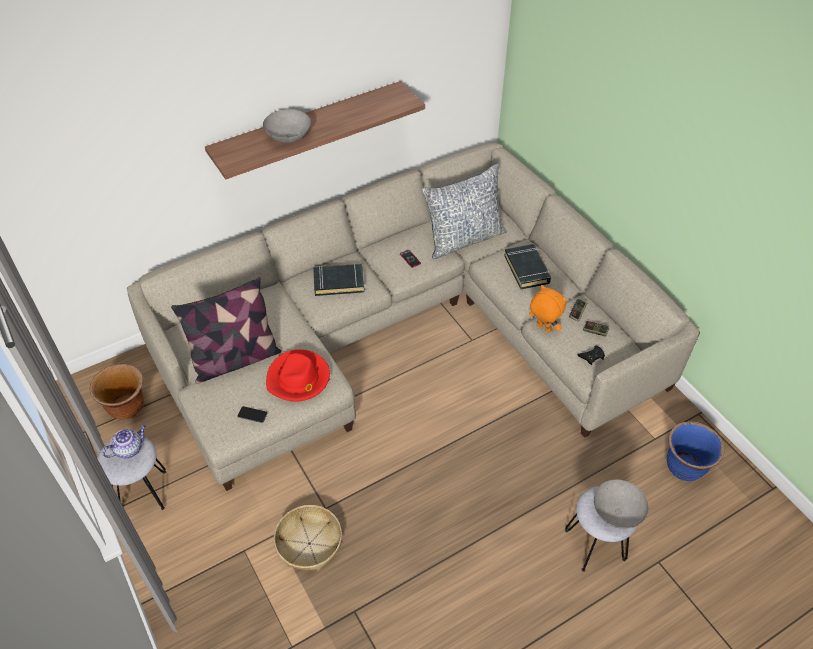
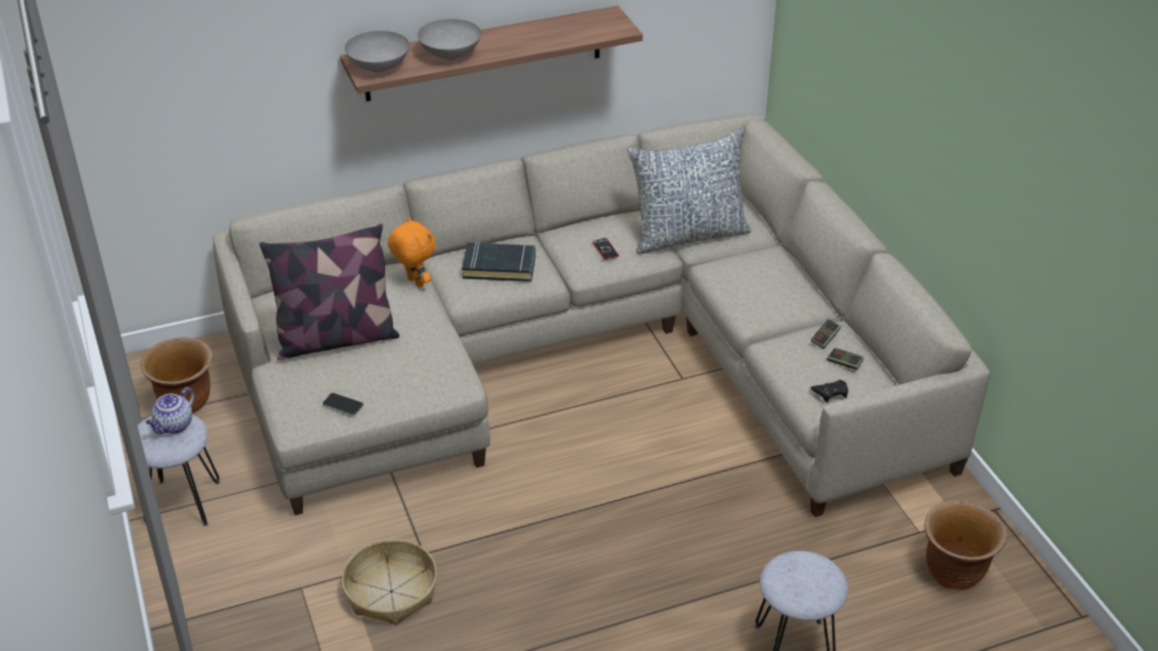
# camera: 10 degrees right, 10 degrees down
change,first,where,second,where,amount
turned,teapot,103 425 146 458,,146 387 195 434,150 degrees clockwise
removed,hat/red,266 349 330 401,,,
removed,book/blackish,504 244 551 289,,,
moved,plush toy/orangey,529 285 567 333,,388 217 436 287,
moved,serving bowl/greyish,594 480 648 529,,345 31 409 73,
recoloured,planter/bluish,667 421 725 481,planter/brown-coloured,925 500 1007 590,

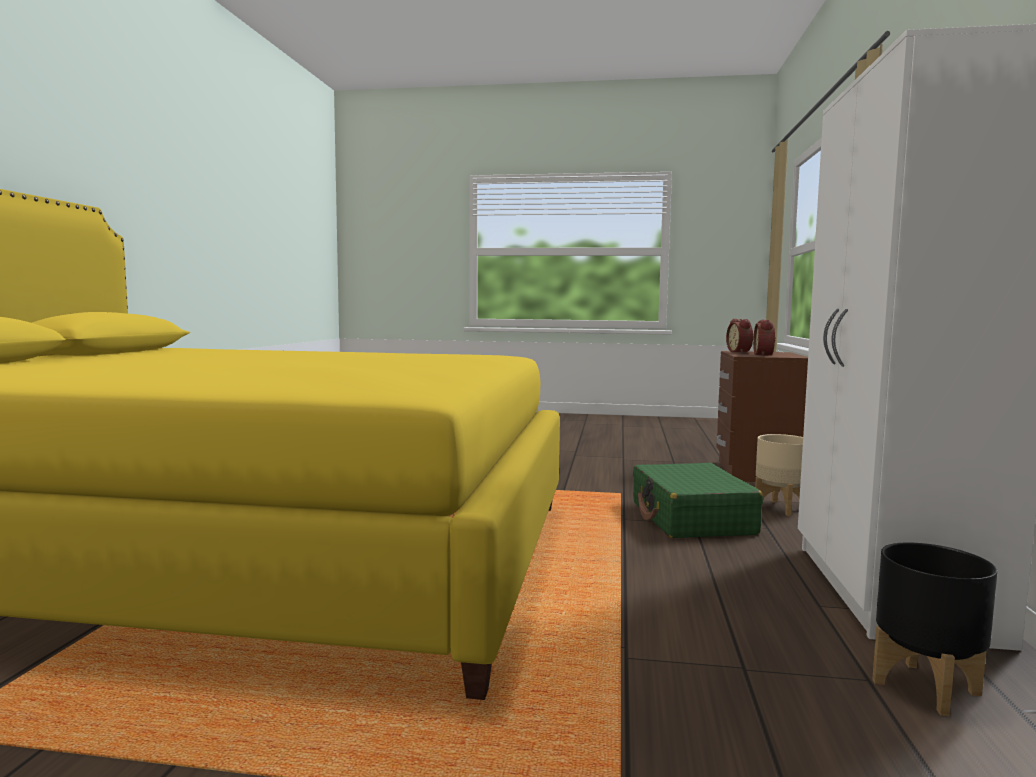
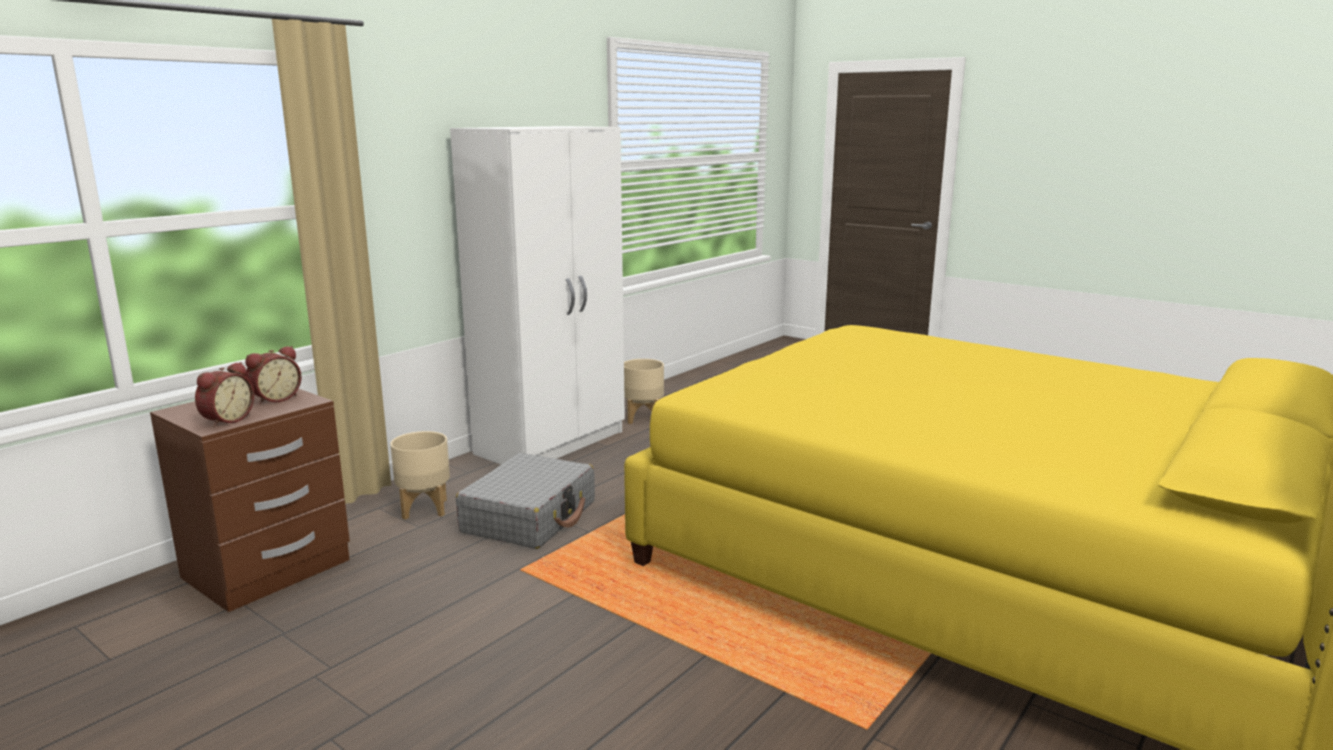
# camera: 150 degrees left, 10 degrees up
change,first,where,second,where,amount
recoloured,travel case/green,633 463 763 538,travel case/greyish,456 453 595 549,
recoloured,planter/blackish,872 542 998 716,planter/sand-coloured,624 359 664 424,

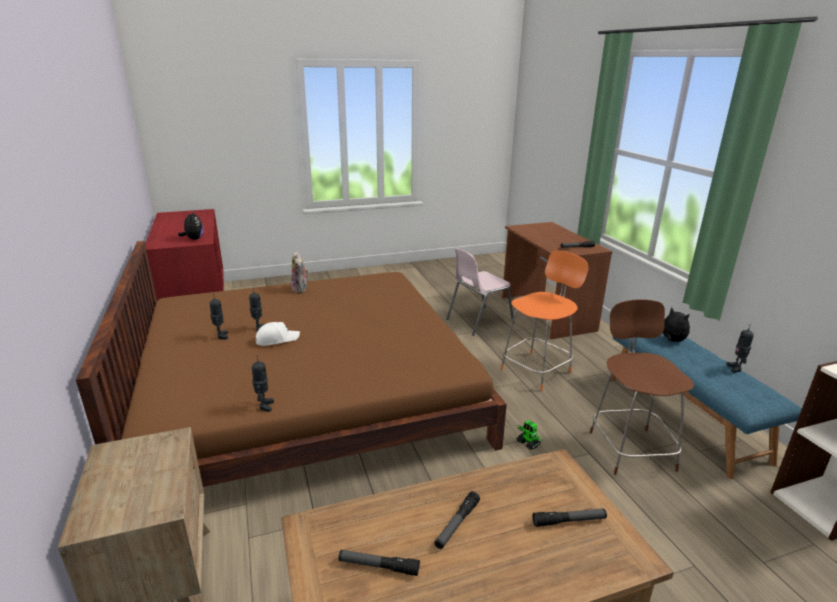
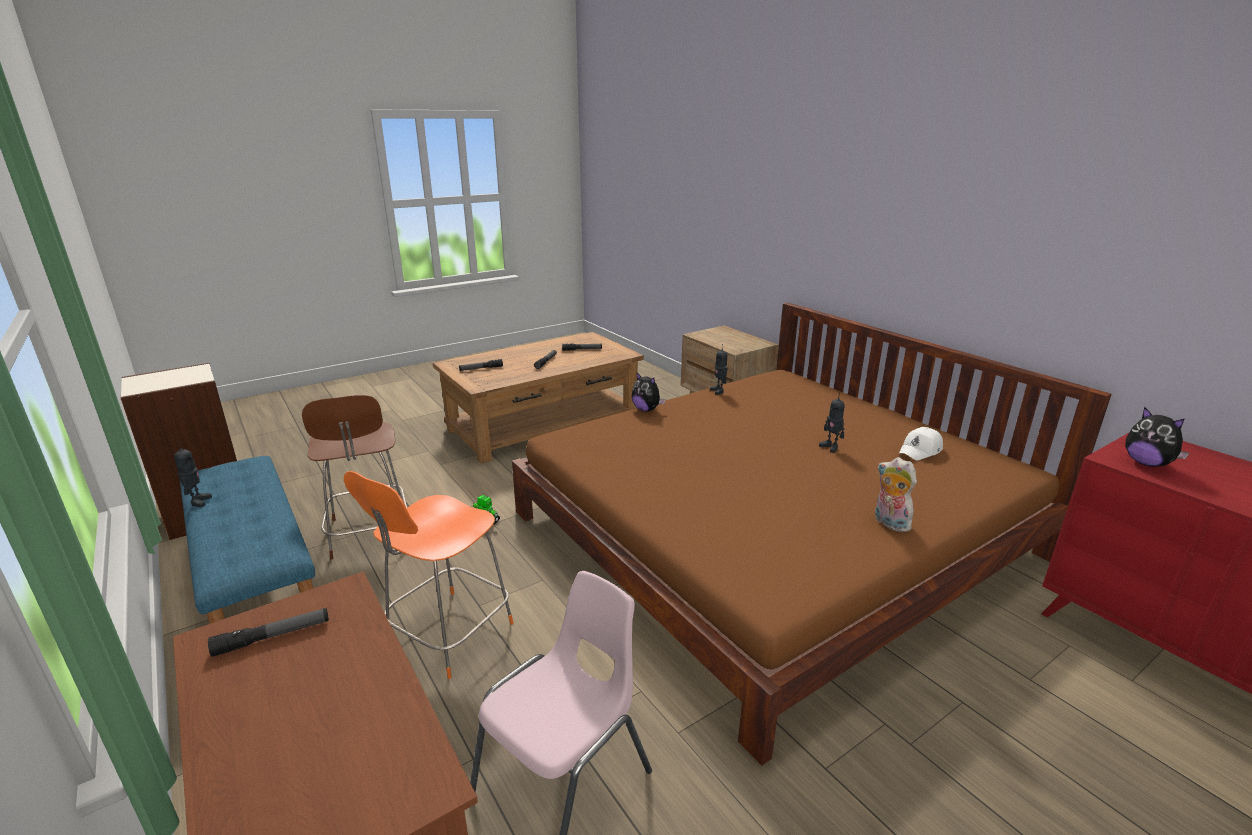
# camera: 165 degrees right, 0 degrees up
change,first,where,second,where,amount
removed,robot figure,210 298 228 339,,,
moved,cap/white-coloured,256 322 300 346,,899 427 943 461,
moved,plush toy,663 307 690 342,,632 373 665 412,

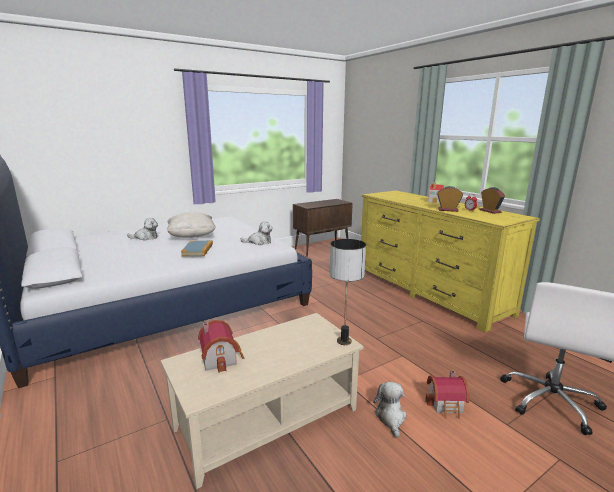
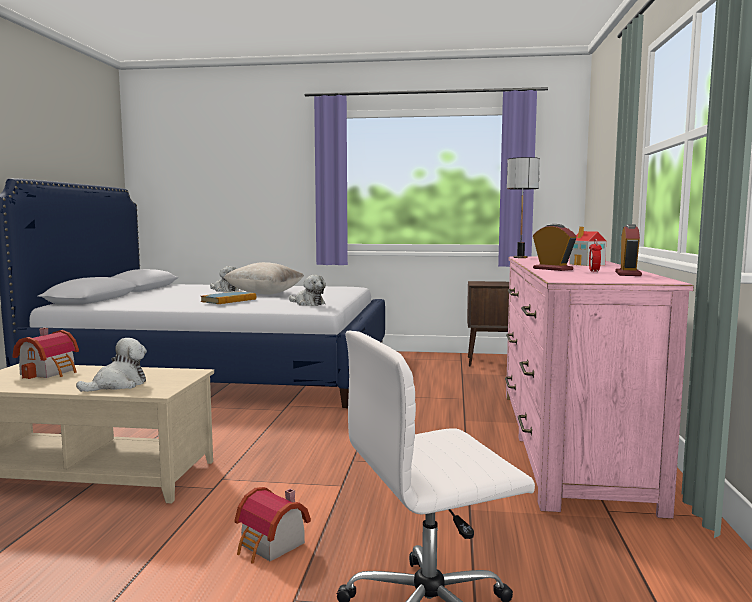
# camera: 40 degrees right, 10 degrees down
change,first,where,second,where,amount
moved,tabletop lamp,330 239 366 345,,507 157 540 258,
recoloured,dresser/yellowish,361 191 540 332,dresser/pink,505 256 694 519,
moved,plush toy,373 382 407 438,,76 338 147 392,

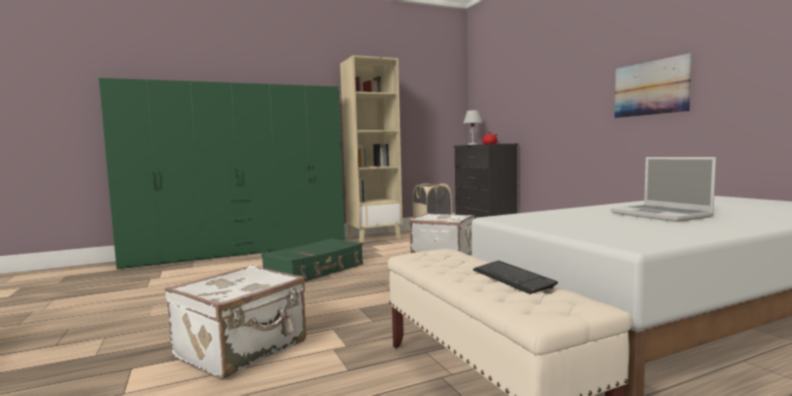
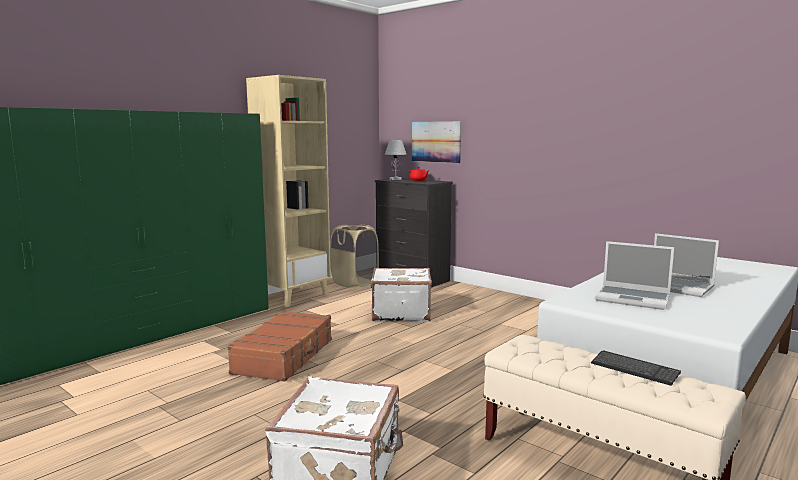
# camera: 25 degrees left, 5 degrees up
change,first,where,second,where,amount
recoloured,travel case/green,262 238 363 281,travel case/brown-coloured,227 311 332 382,
moved,wall art,615 53 692 118,,412 121 461 163,
added,,,portable computer,595 241 674 310,

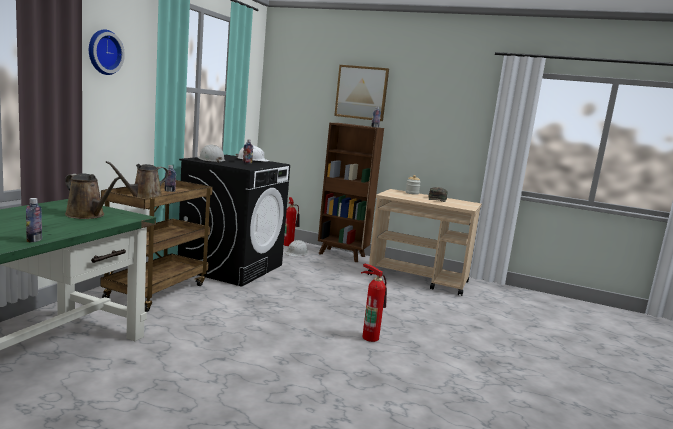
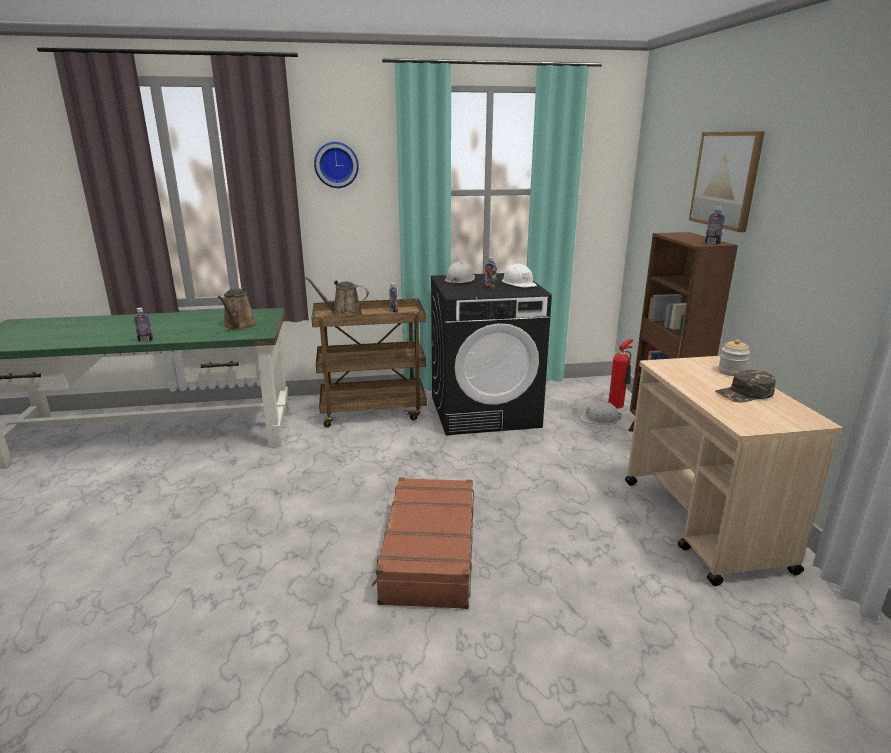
# camera: 60 degrees right, 10 degrees up
change,first,where,second,where,amount
replaced,extinguisher,361 264 387 342,travel case/brown-coloured,372 477 474 609,

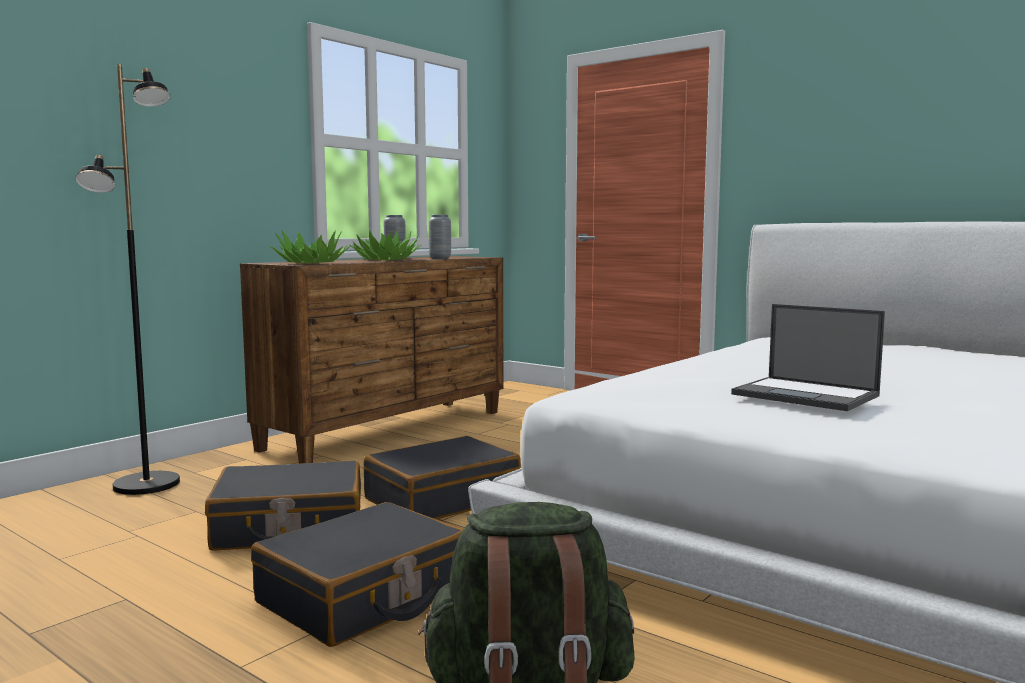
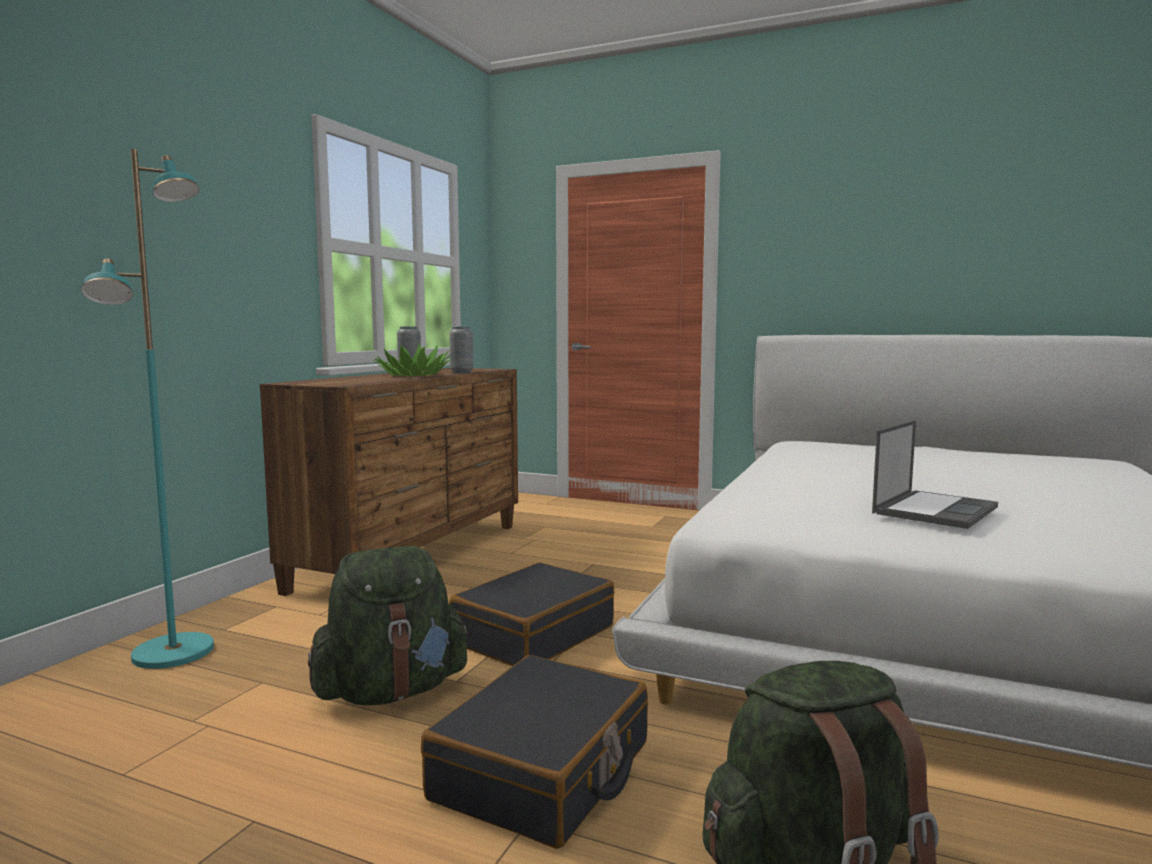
# camera: 15 degrees left, 0 degrees up
change,first,where,second,where,amount
recoloured,floor lamp/blackish,75 64 180 495,floor lamp/blue-green,81 149 214 669,
replaced,travel case/blackish,205 461 361 551,rucksack/green,308 546 469 705,
removed,potted plant,270 230 350 263,,,
turned,portable computer,731 304 885 411,,872 420 998 529,75 degrees counterclockwise

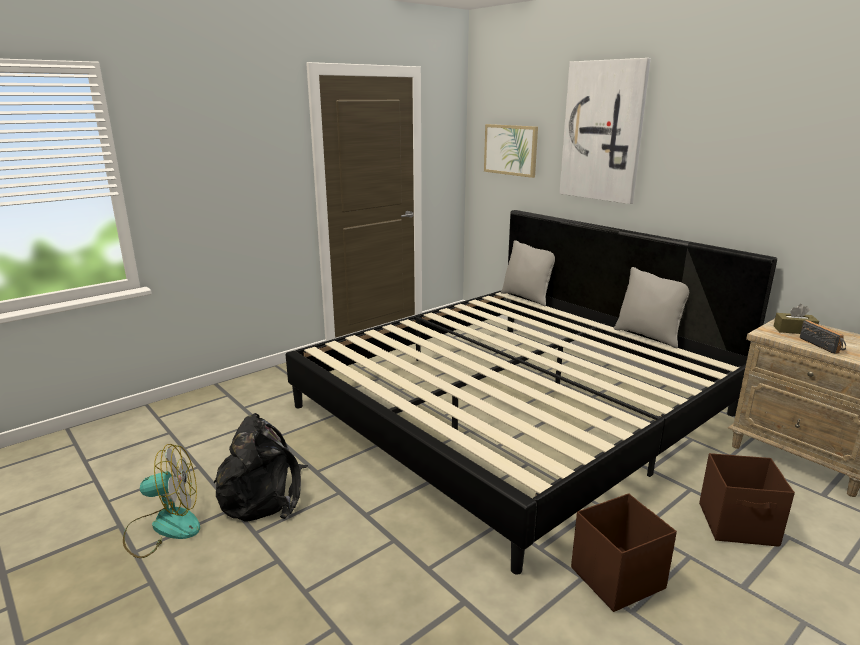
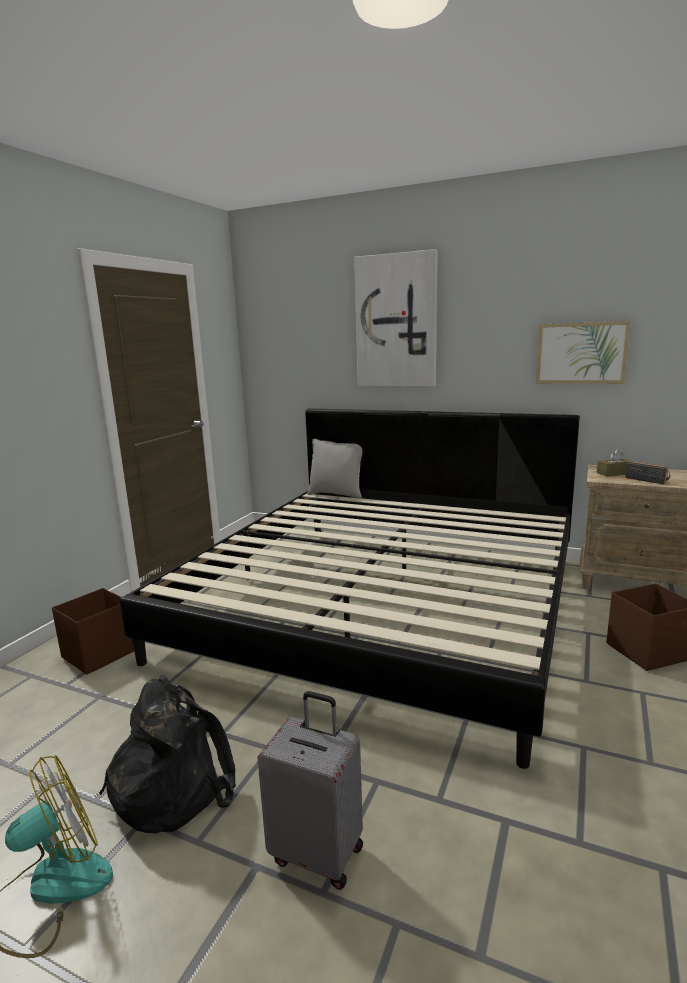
# camera: 25 degrees left, 5 degrees down
change,first,where,second,where,amount
moved,wall art,484 124 538 178,,536 321 631 384,
moved,storage container/brown-coloured,571 493 677 612,,52 588 134 675,
removed,throw pillow/greyish,614 267 689 348,,,
added,,,travel case/greyish,258 691 363 890,

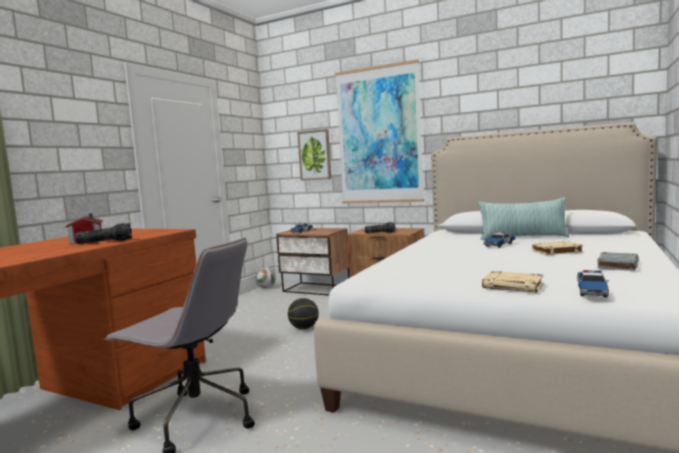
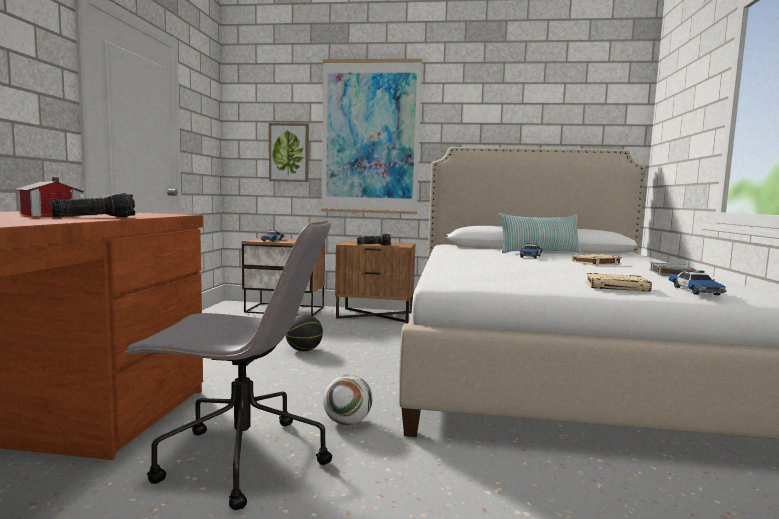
# camera: 20 degrees left, 0 degrees up
change,first,where,second,where,amount
moved,football,255 268 276 288,,323 374 372 425,

